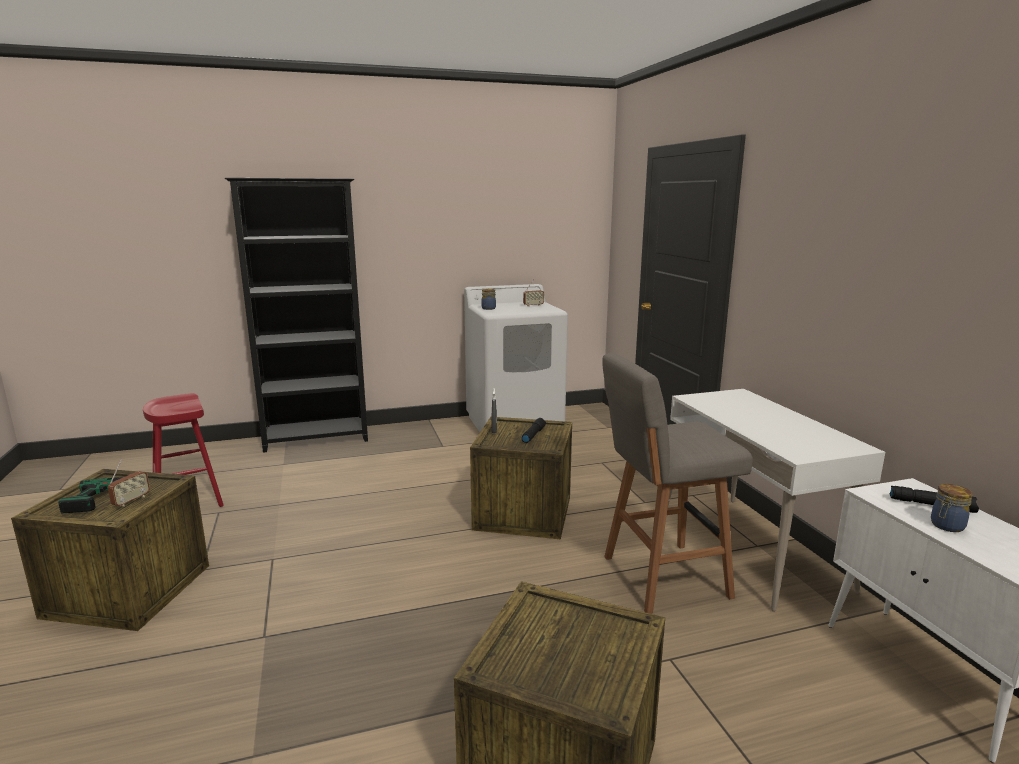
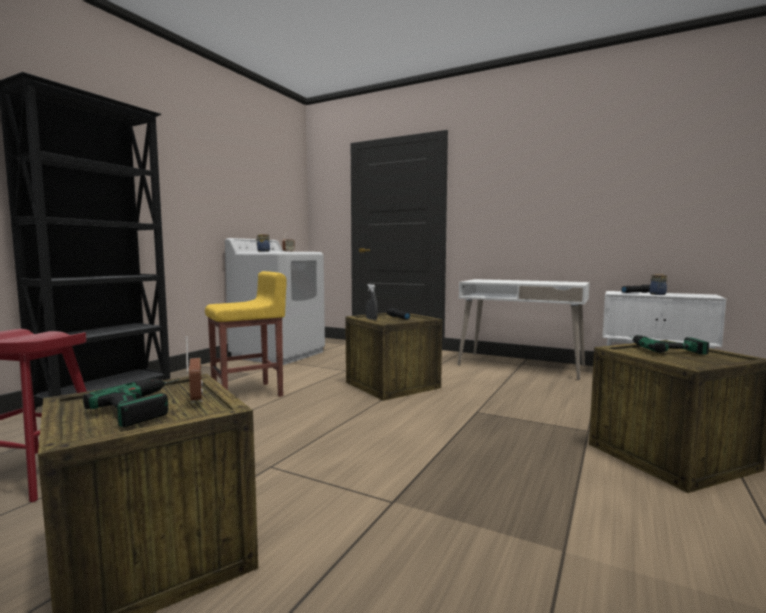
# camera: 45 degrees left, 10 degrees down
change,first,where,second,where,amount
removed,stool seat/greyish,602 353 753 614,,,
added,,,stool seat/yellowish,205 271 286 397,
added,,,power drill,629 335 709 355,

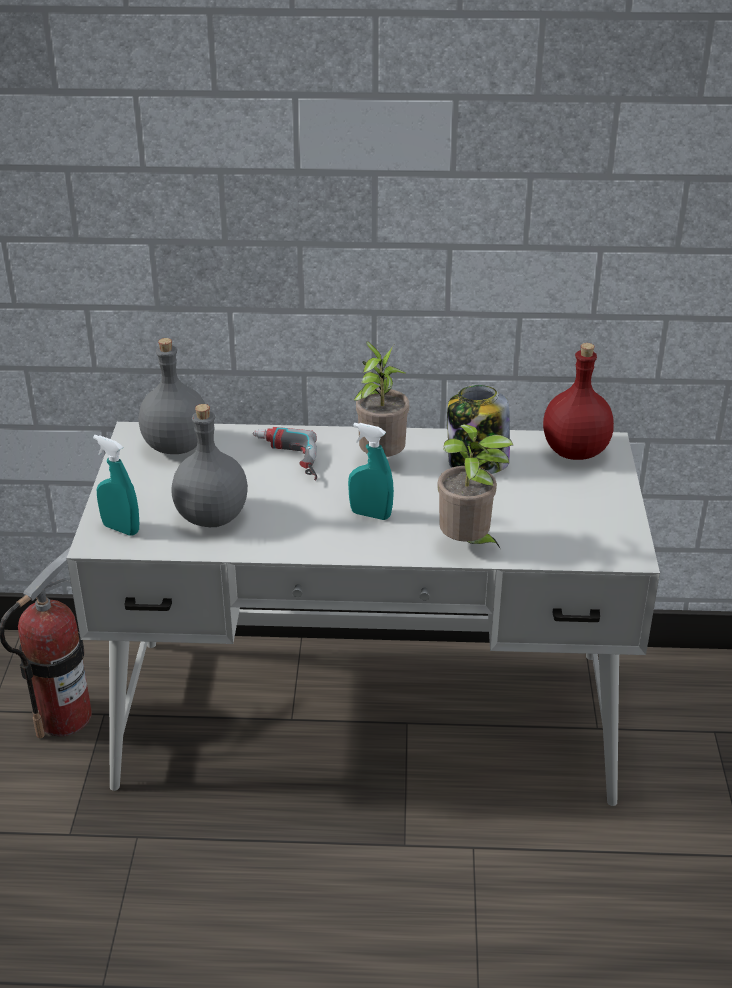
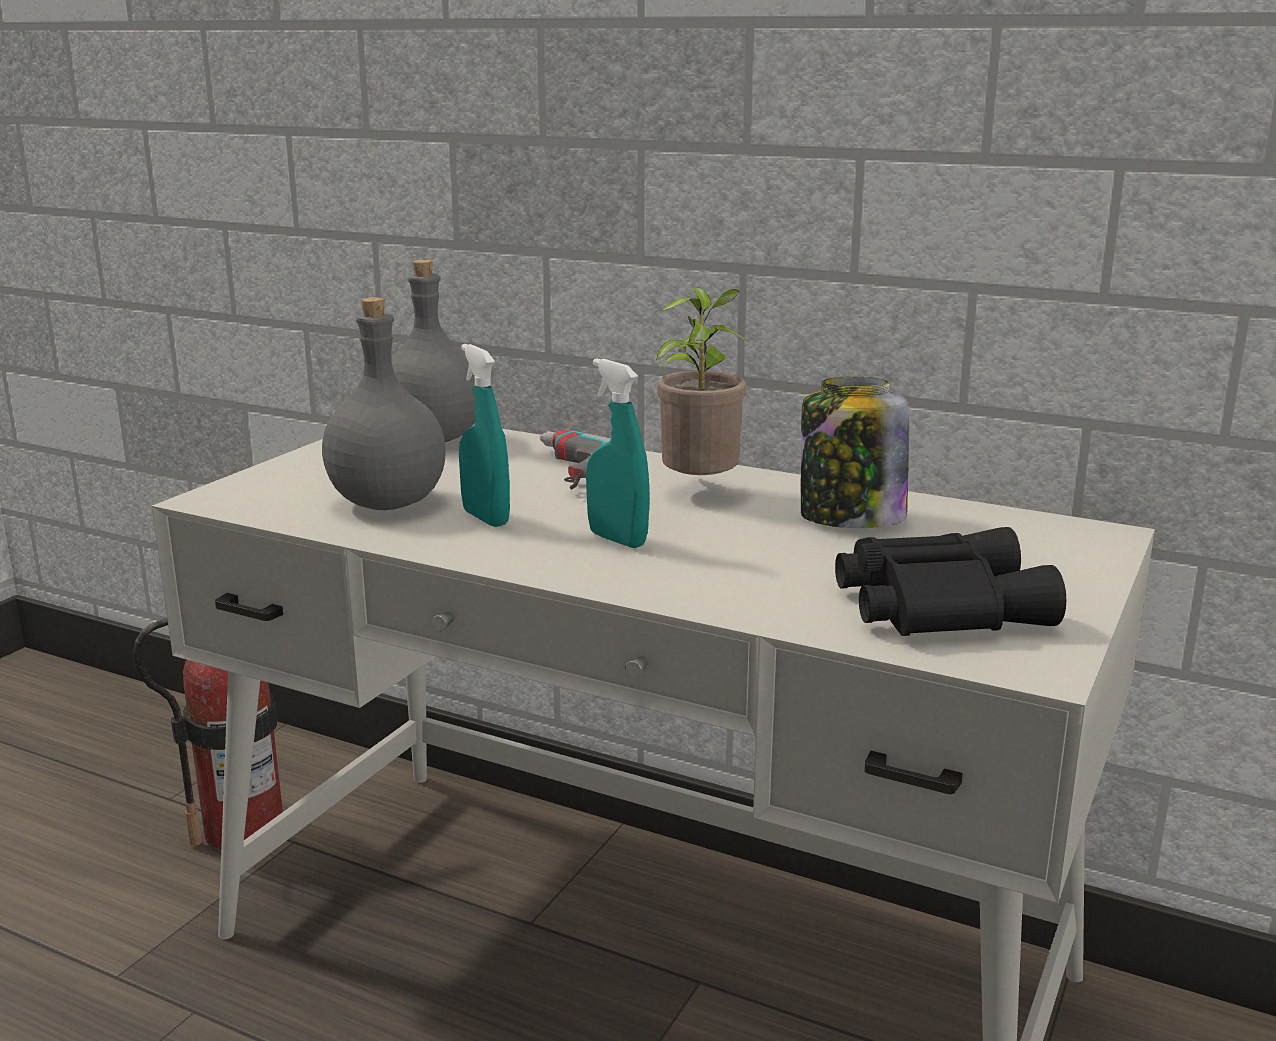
# camera: 25 degrees right, 15 degrees down
change,first,where,second,where,amount
moved,spray bottle/blue-green,93 435 139 536,,459 344 510 527,
removed,potted plant,437 424 513 549,,,
removed,bottle/red,543 343 614 460,,,
added,,,pair of binoculars/blackish,835 527 1066 636,

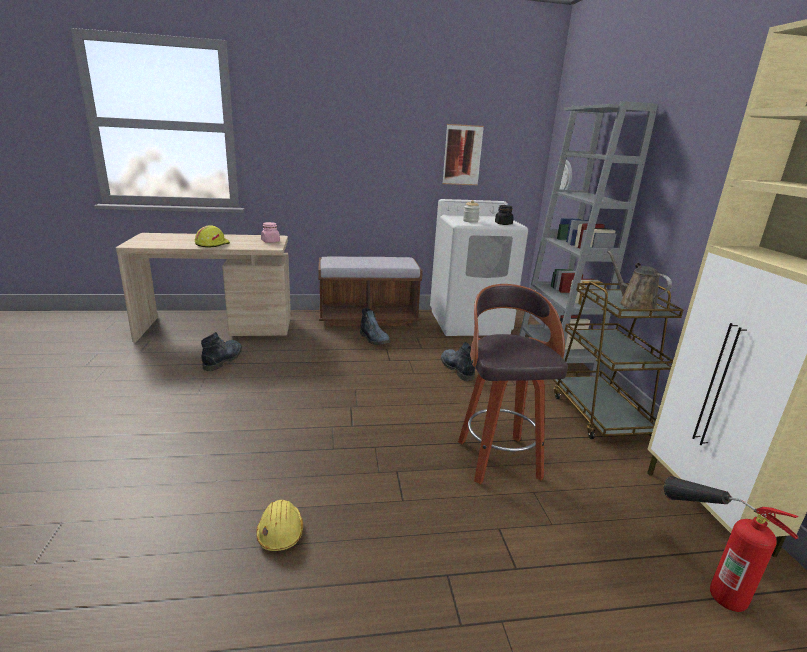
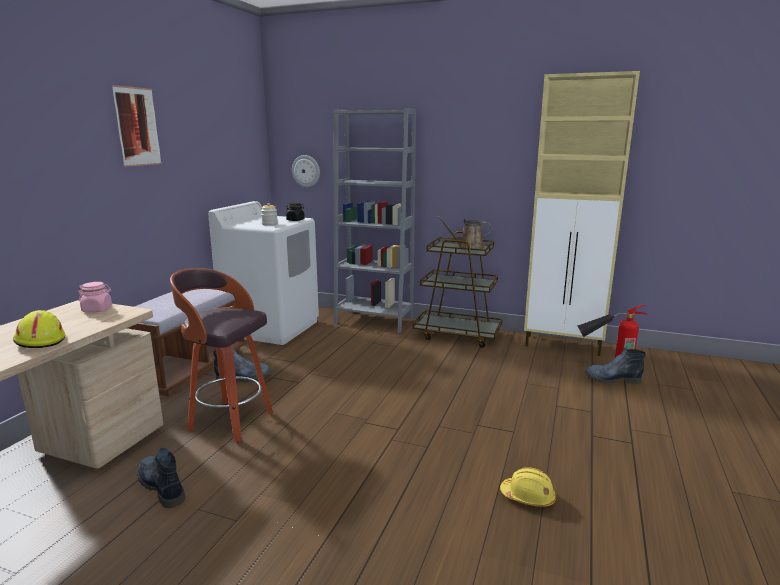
# camera: 60 degrees left, 5 degrees down
change,first,where,second,where,amount
moved,tall boot,441 342 475 381,,585 347 646 384,
moved,wall art,442 124 484 185,,112 85 162 167,
moved,stool seat,458 284 568 484,,170 268 273 442,

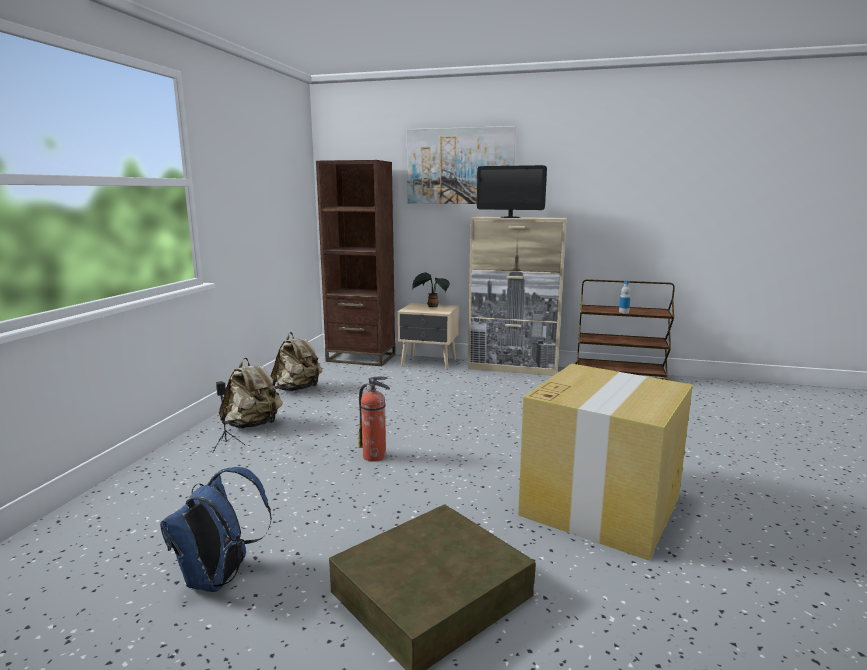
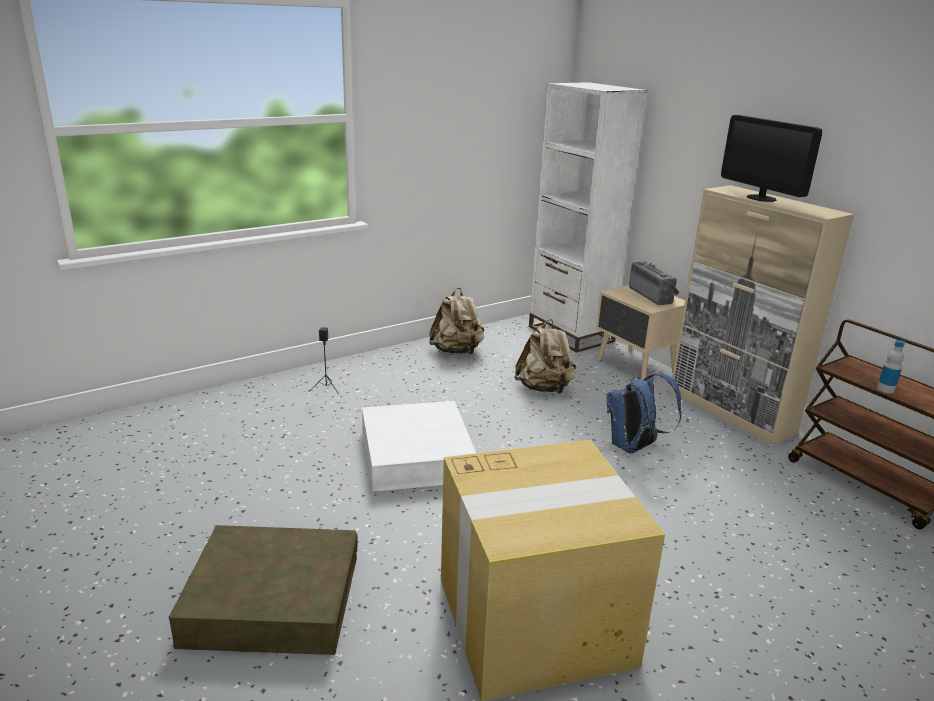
# camera: 40 degrees right, 10 degrees up
change,first,where,second,where,amount
moved,rucksack/bluish,160 467 272 592,,607 373 682 454,
moved,rucksack/sand-coloured,219 358 282 429,,514 319 576 394,
recoloured,shelving unit/brown-coloured,316 160 396 366,shelving unit/white-coloured,529 82 647 352,
replaced,extinguisher,358 377 390 462,storage container/white-coloured,362 401 476 492,
removed,wall art,407 126 516 204,,,
replaced,potted plant,412 273 450 307,radio receiver,629 261 680 305,

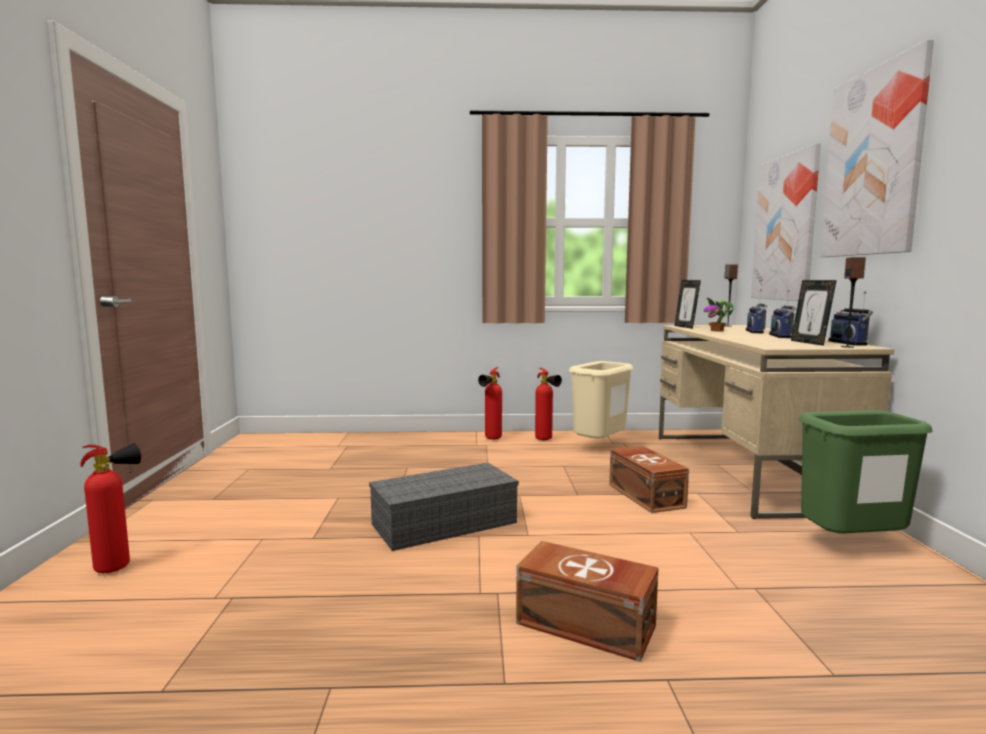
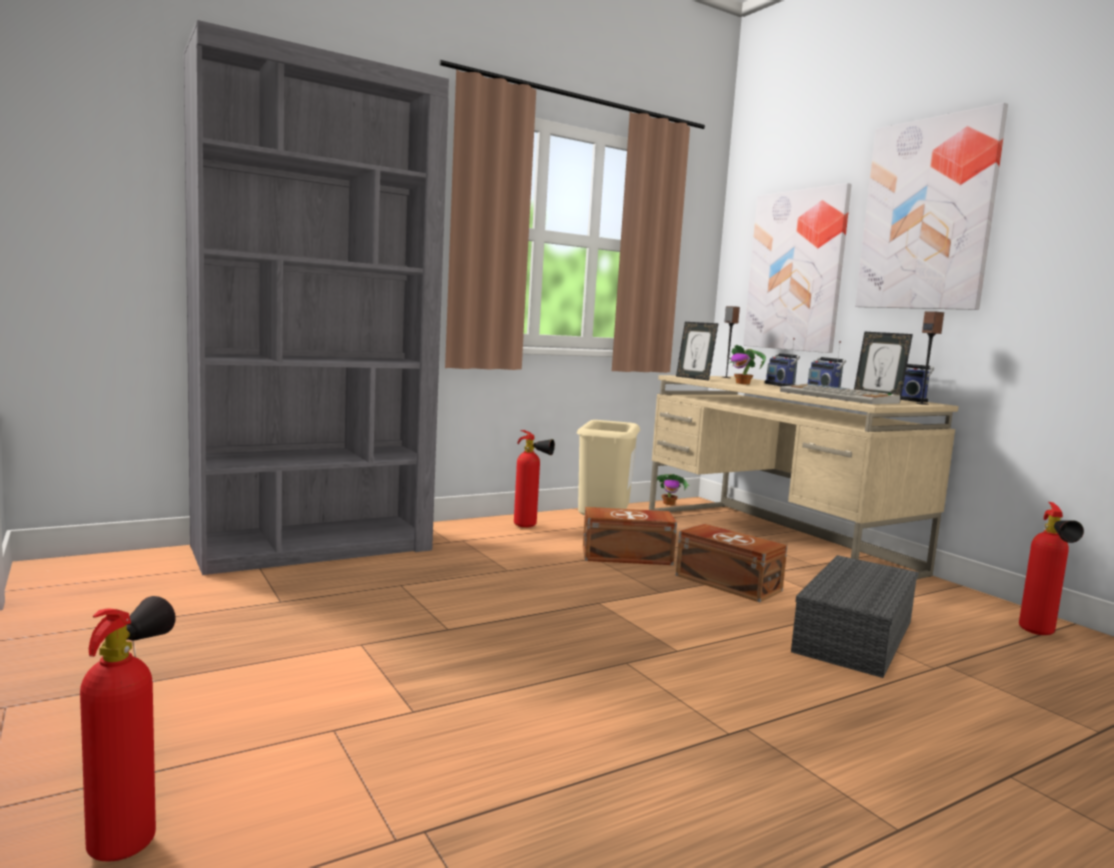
# camera: 30 degrees left, 0 degrees up
change,first,where,second,where,amount
moved,storage container/greyish,369 463 519 551,,791 555 919 678,
moved,extinguisher,478 367 502 440,,1019 502 1084 635,
moved,storage container/brown-coloured,516 541 659 662,,583 507 677 565,
removed,rubbish bin/green,799 410 933 533,,,
added,,,shelving unit/greyish,183 20 449 575,
added,,,potted plant,657 474 690 505,
added,,,PC keyboard,780 384 900 404,

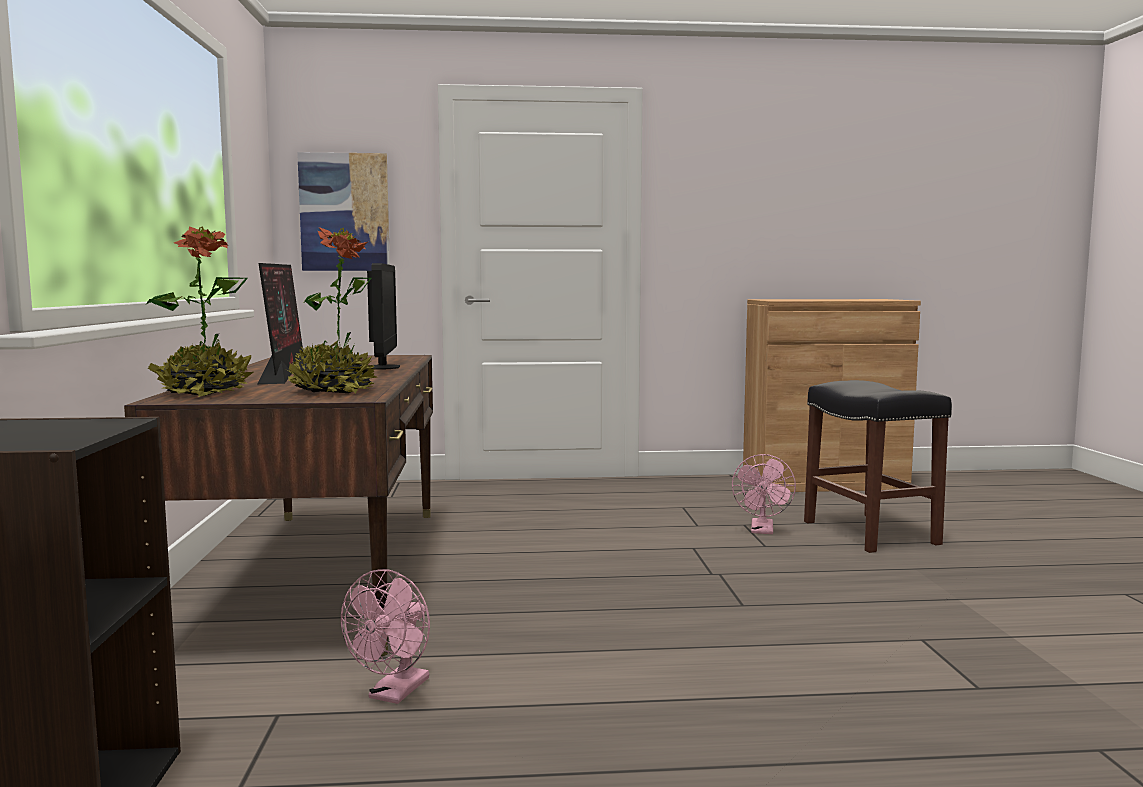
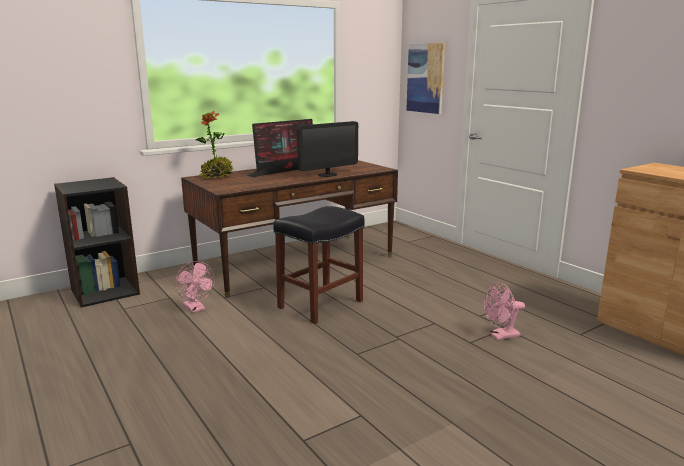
# camera: 60 degrees right, 10 degrees up
change,first,where,second,where,amount
removed,potted plant,287 227 376 393,,,
turned,cooling fan/pink,341 569 430 704,,175 261 215 313,120 degrees counterclockwise
moved,stool seat/blackish,804 380 952 553,,273 206 365 324,

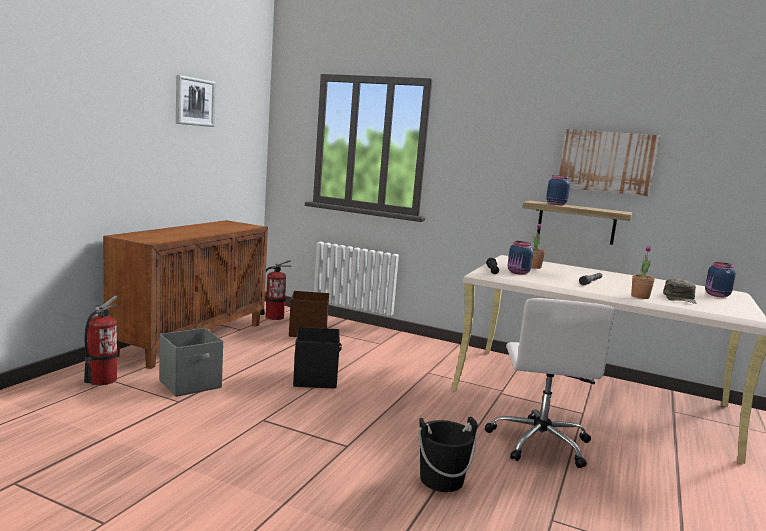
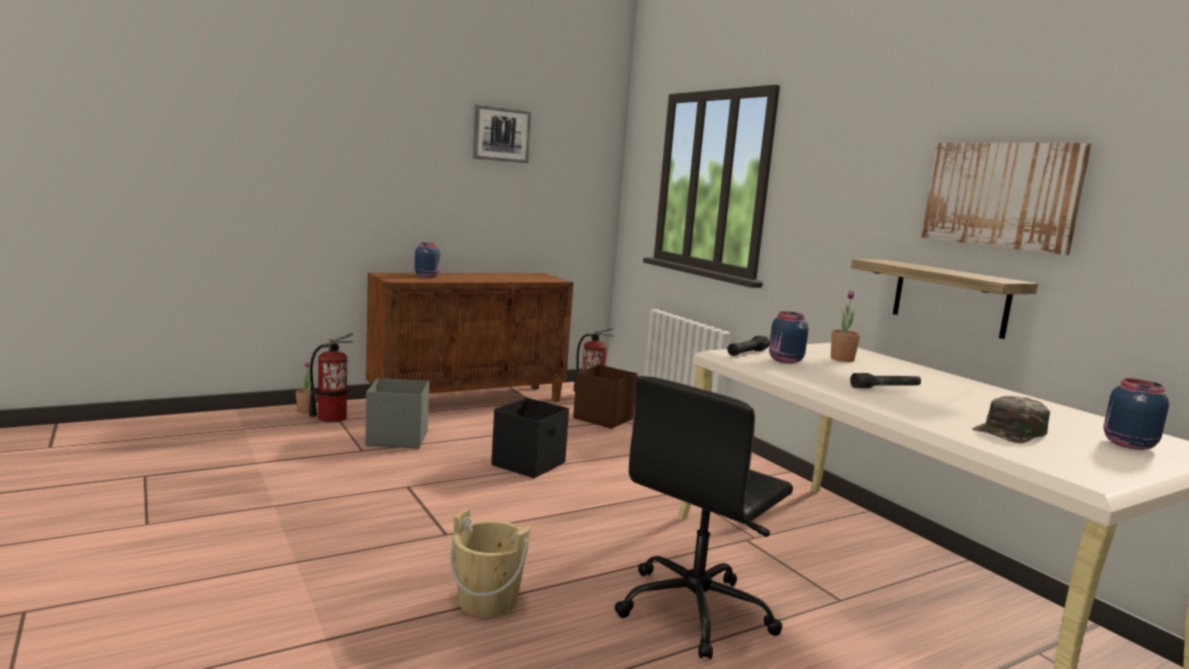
# camera: 35 degrees right, 0 degrees up
change,first,where,second,where,amount
recoloured,water bucket/blackish,418 417 478 492,water bucket/sand-coloured,451 509 531 617,
recoloured,desk chair/white-coloured,485 298 615 468,desk chair/blackish,614 376 793 659,
moved,storage jar/bluish,546 175 570 205,,415 243 440 278,
moved,potted plant,631 246 655 299,,296 362 317 414,

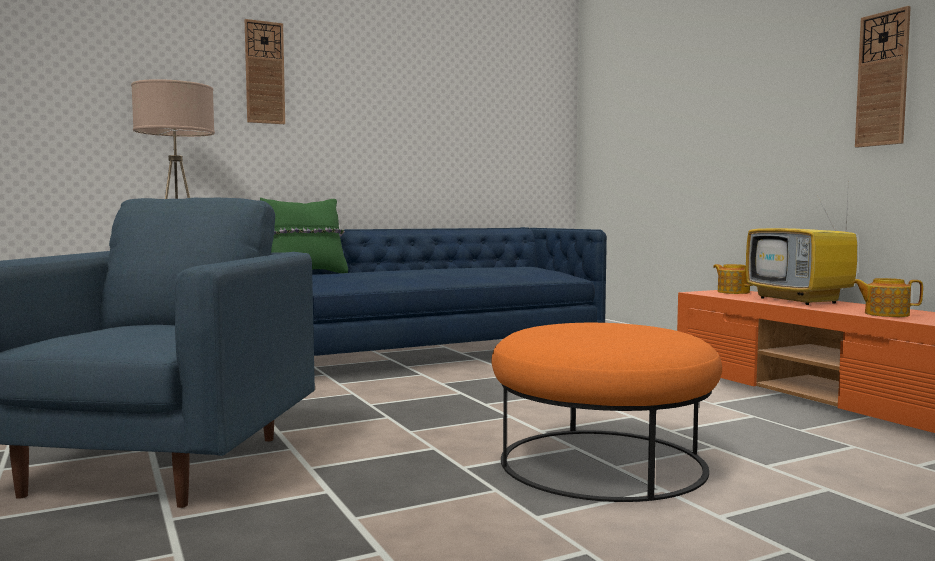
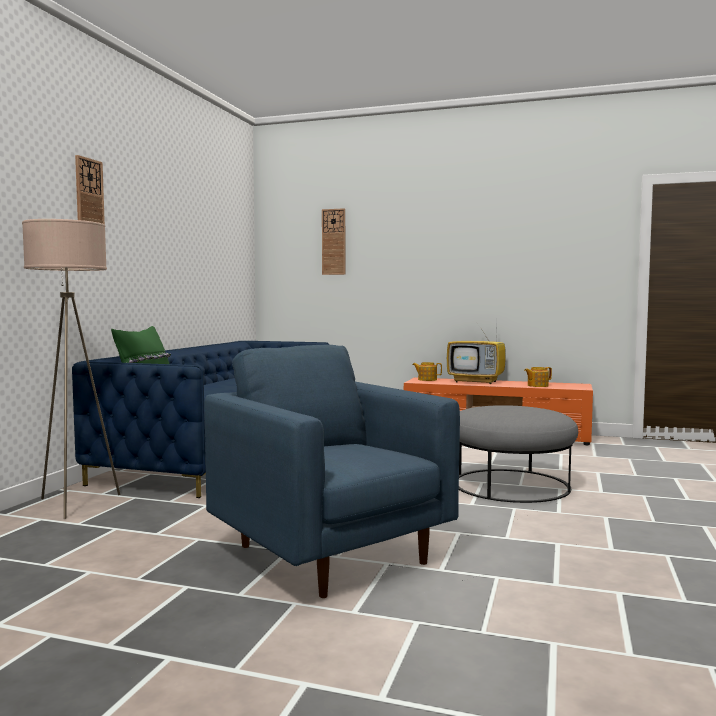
# camera: 45 degrees left, 0 degrees up
change,first,where,second,where,amount
recoloured,ottoman/orangey,492 323 722 502,ottoman/greyish,459 405 578 503,
moved,wall clock,855 6 911 148,,322 208 345 275,

